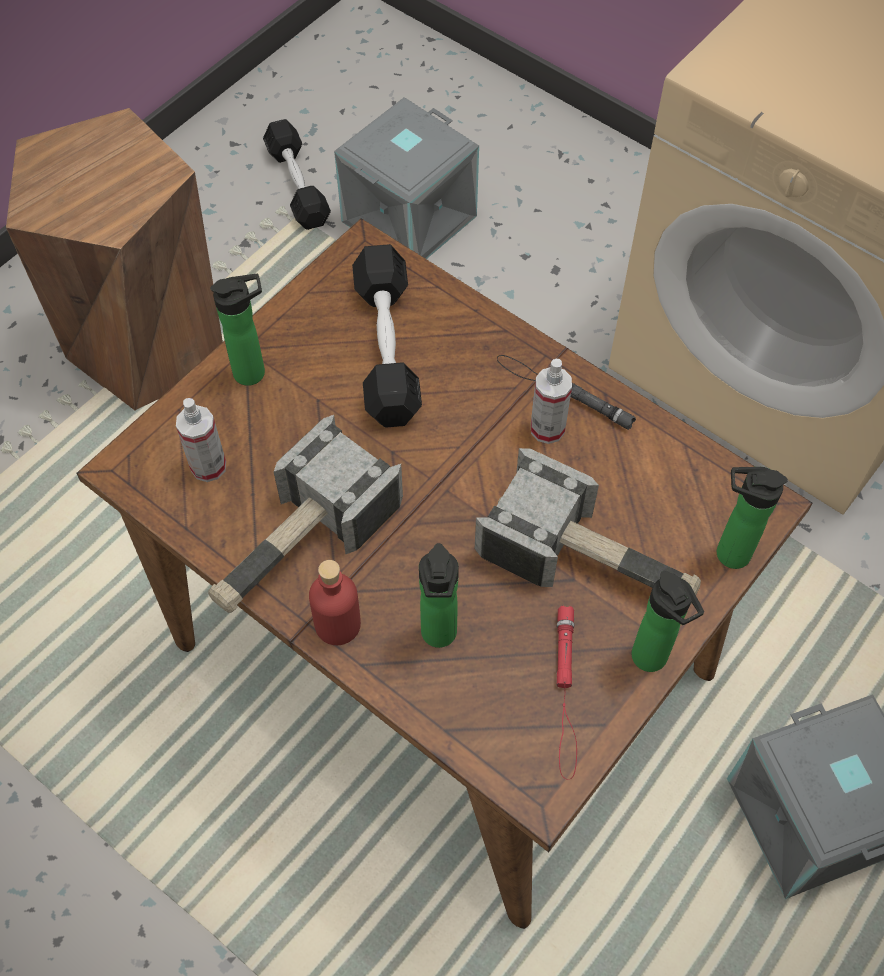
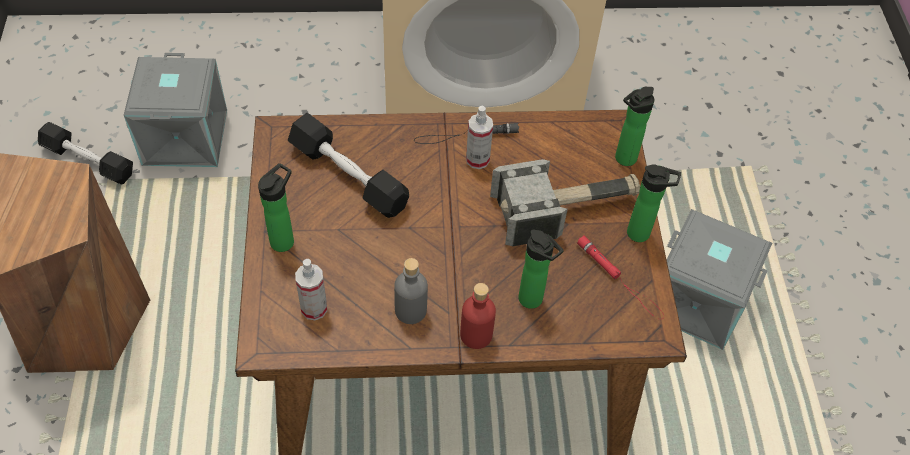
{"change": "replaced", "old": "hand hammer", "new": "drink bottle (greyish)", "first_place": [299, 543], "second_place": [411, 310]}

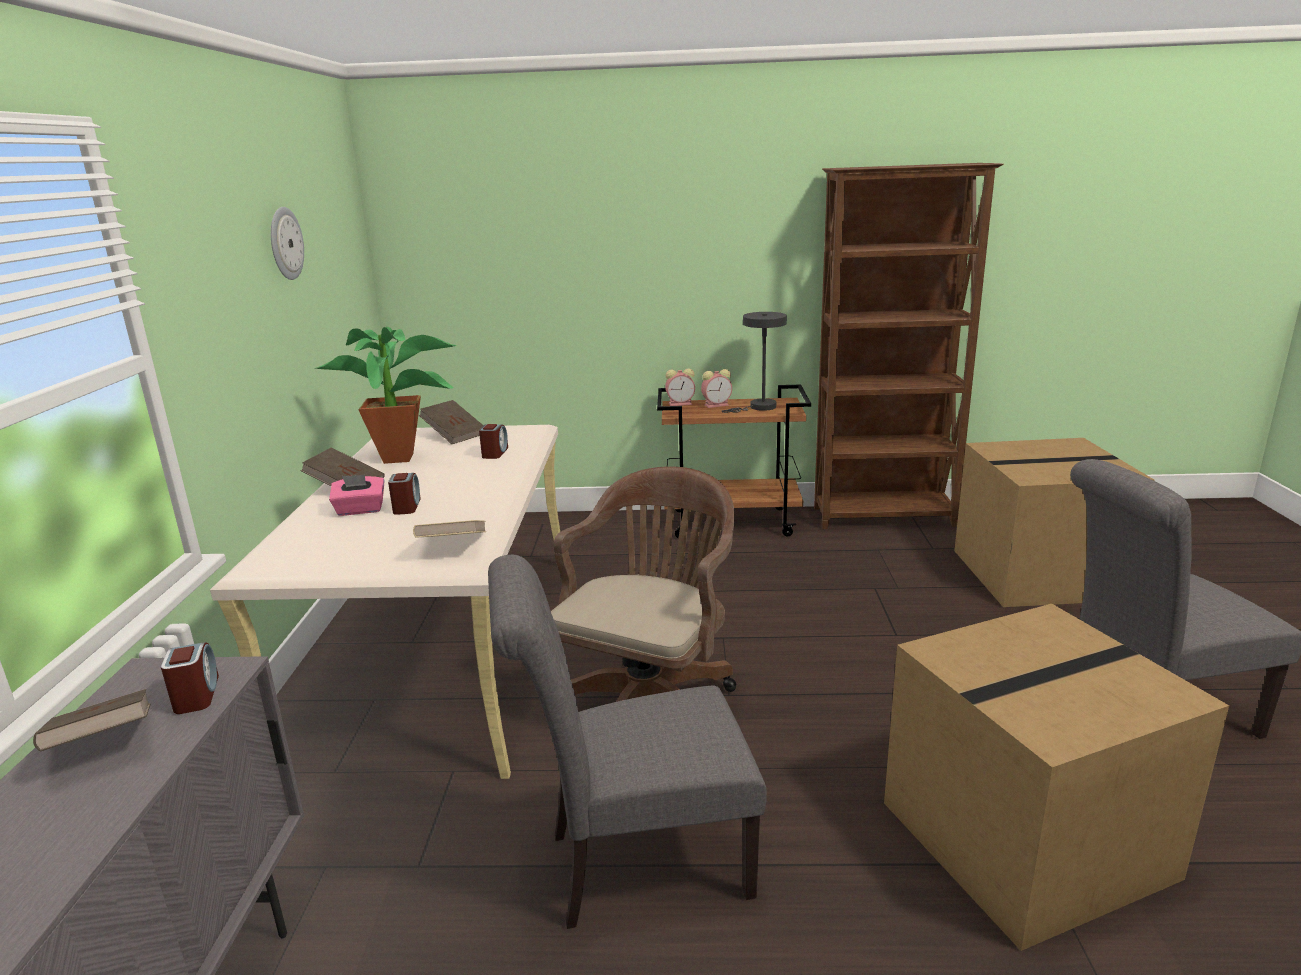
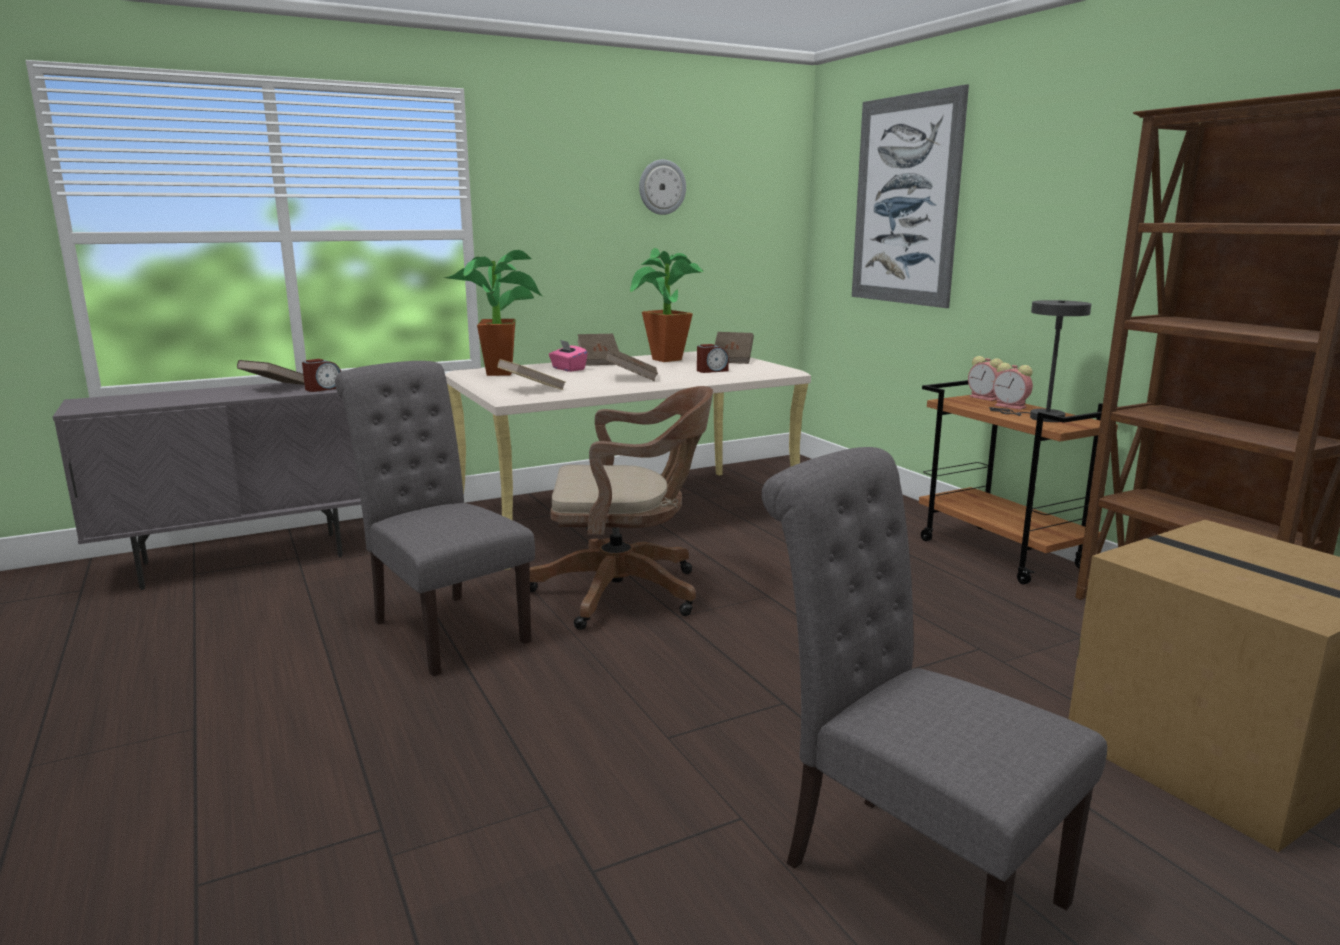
{"change": "removed", "old": "alarm clock", "first_place": [407, 506]}
{"change": "removed", "old": "cardboard box", "first_place": [1024, 842]}
{"change": "added", "new": "plant in a pot", "second_place": [503, 372]}
{"change": "added", "new": "bound book (brown)", "second_place": [632, 378]}
{"change": "added", "new": "picture", "second_place": [905, 201]}

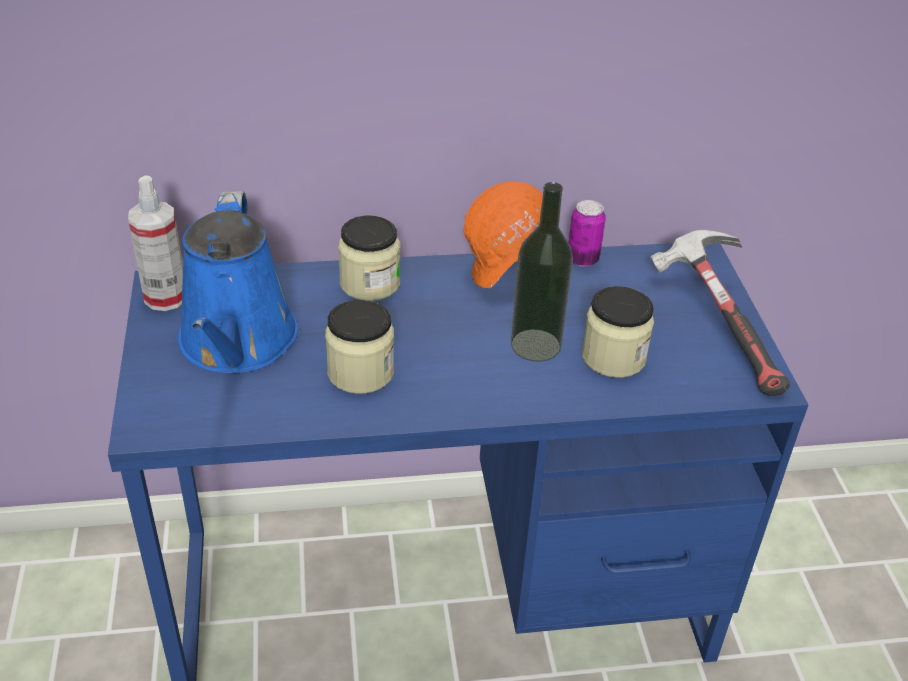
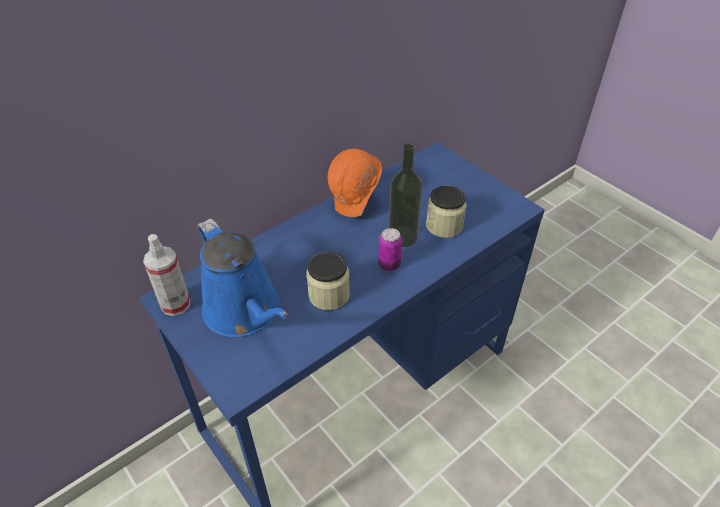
{"change": "removed", "old": "jar", "first_place": [370, 283]}
{"change": "removed", "old": "hand hammer", "first_place": [720, 325]}
{"change": "moved", "old": "metal can", "first_place": [582, 259], "second_place": [389, 265]}

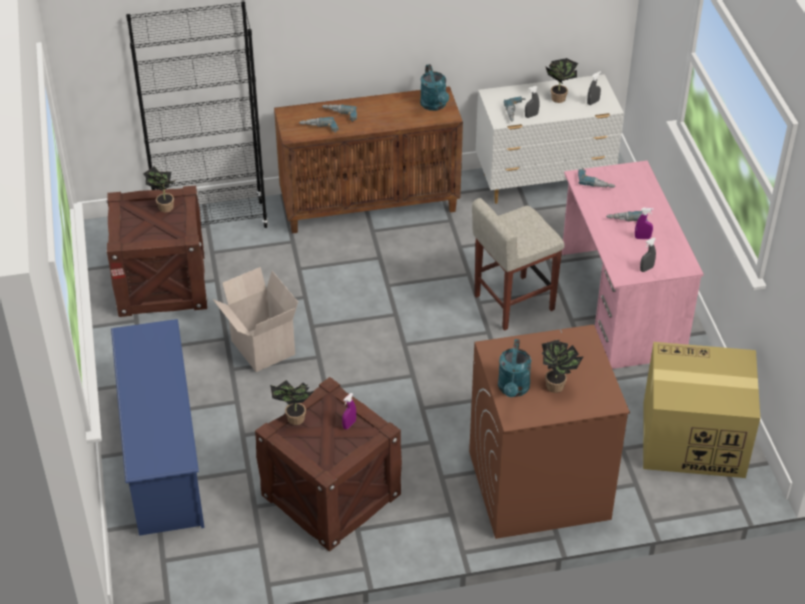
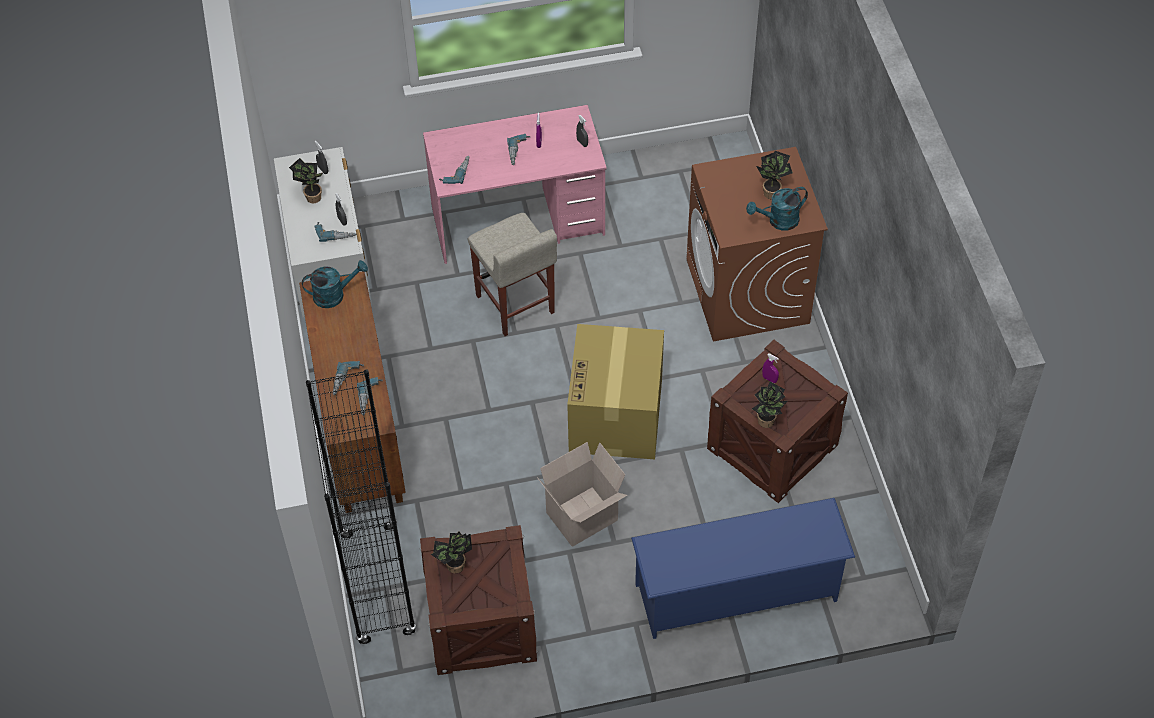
{"change": "moved", "old": "cardboard box", "first_place": [691, 439], "second_place": [616, 417]}
{"change": "turned", "old": "watering pot (turquoise-coloured)", "first_place": [513, 389], "second_place": [778, 221], "degrees": 150}

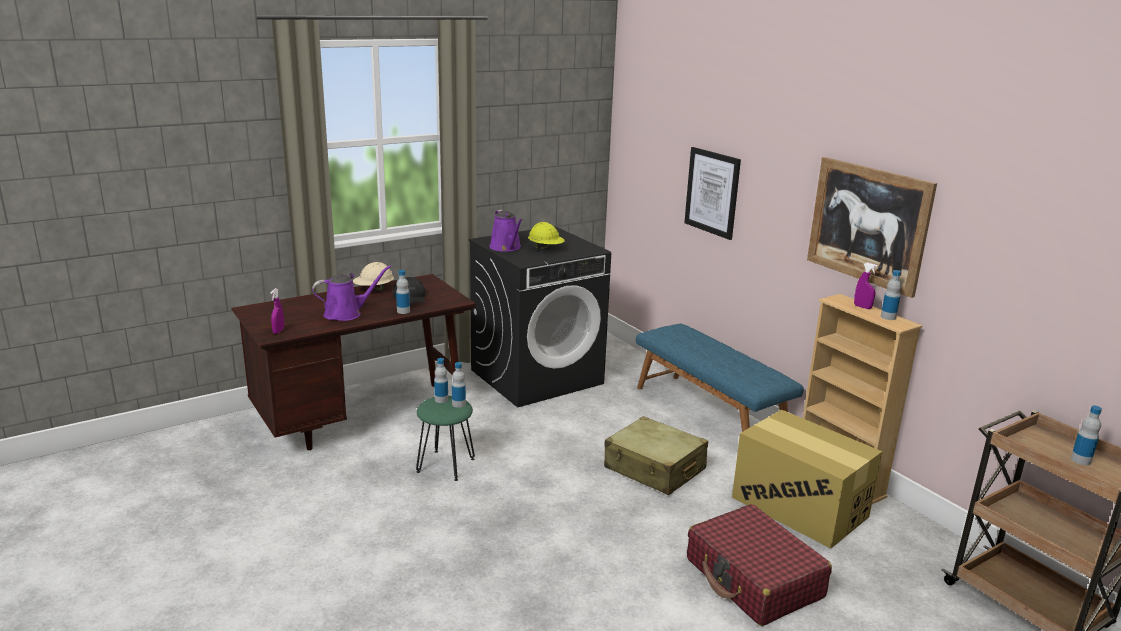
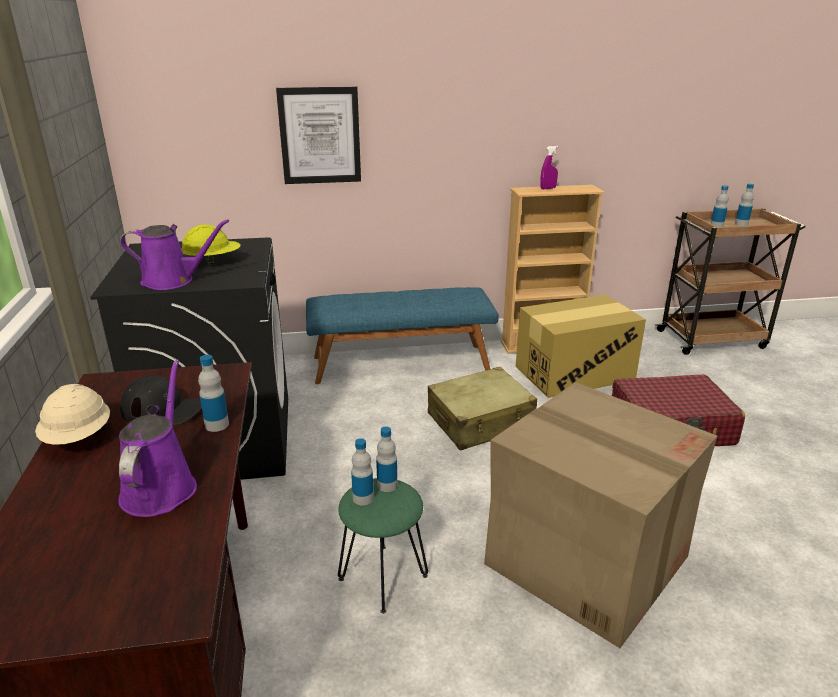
{"change": "removed", "old": "sprayer (purple)", "first_place": [278, 331]}
{"change": "removed", "old": "picture", "first_place": [868, 224]}
{"change": "added", "new": "cardboard box", "second_place": [585, 559]}
{"change": "moved", "old": "drink bottle", "first_place": [888, 317], "second_place": [716, 226]}

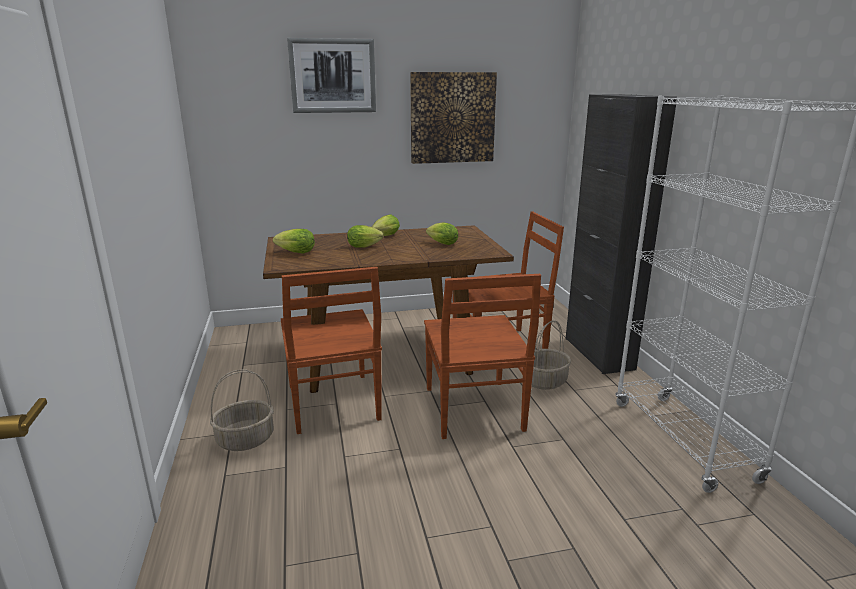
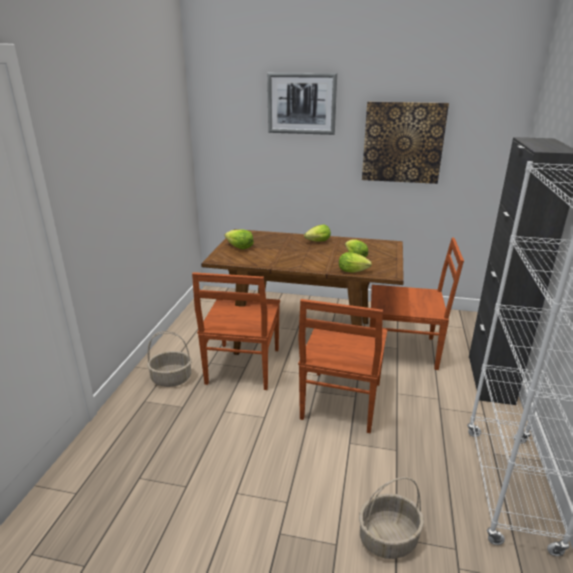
{"change": "moved", "old": "lettuce head", "first_place": [366, 246], "second_place": [354, 271]}
{"change": "moved", "old": "household basket", "first_place": [545, 381], "second_place": [388, 539]}

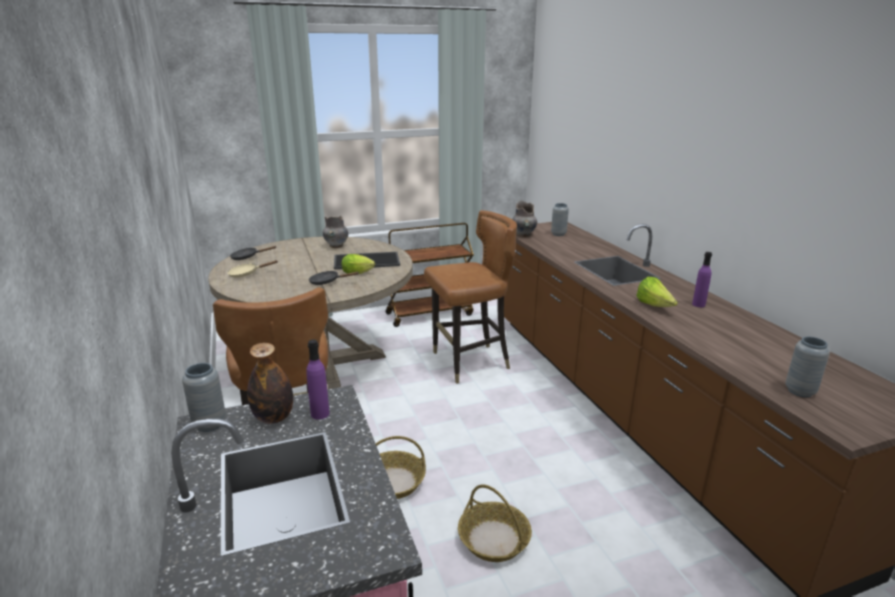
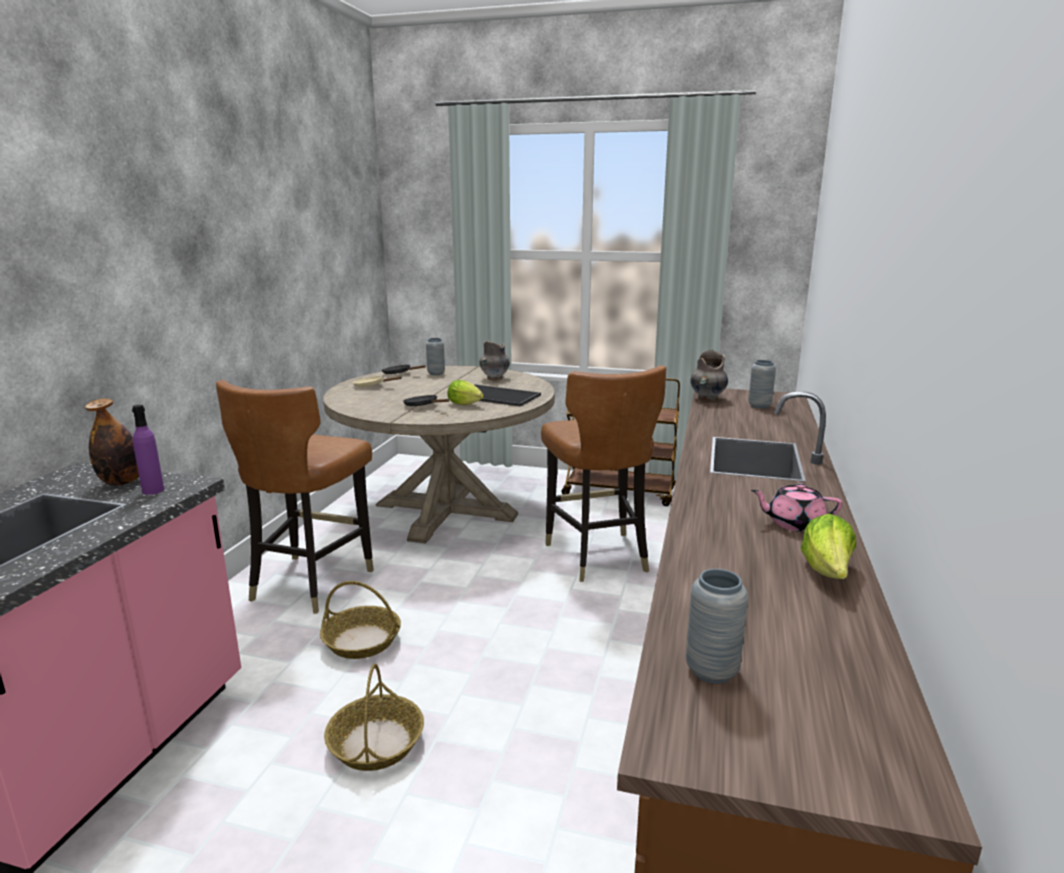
{"change": "moved", "old": "decorative vase (greyish)", "first_place": [209, 424], "second_place": [436, 373]}
{"change": "moved", "old": "lettuce head", "first_place": [654, 306], "second_place": [827, 572]}
{"change": "replaced", "old": "drink bottle (purple)", "new": "tea pot (pink)", "first_place": [698, 304], "second_place": [794, 523]}
{"change": "turned", "old": "upright chair (brown)", "first_place": [470, 362], "second_place": [597, 555], "degrees": 60}

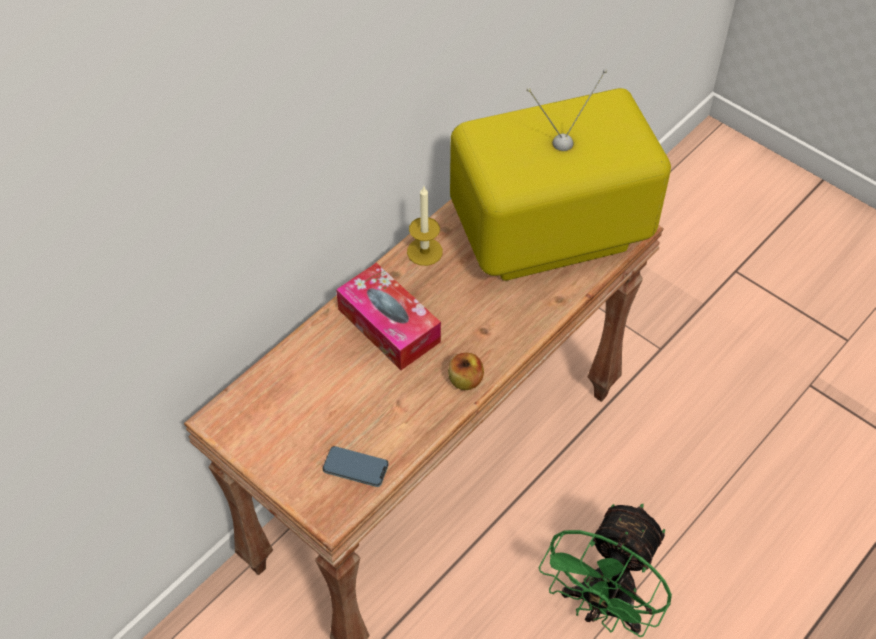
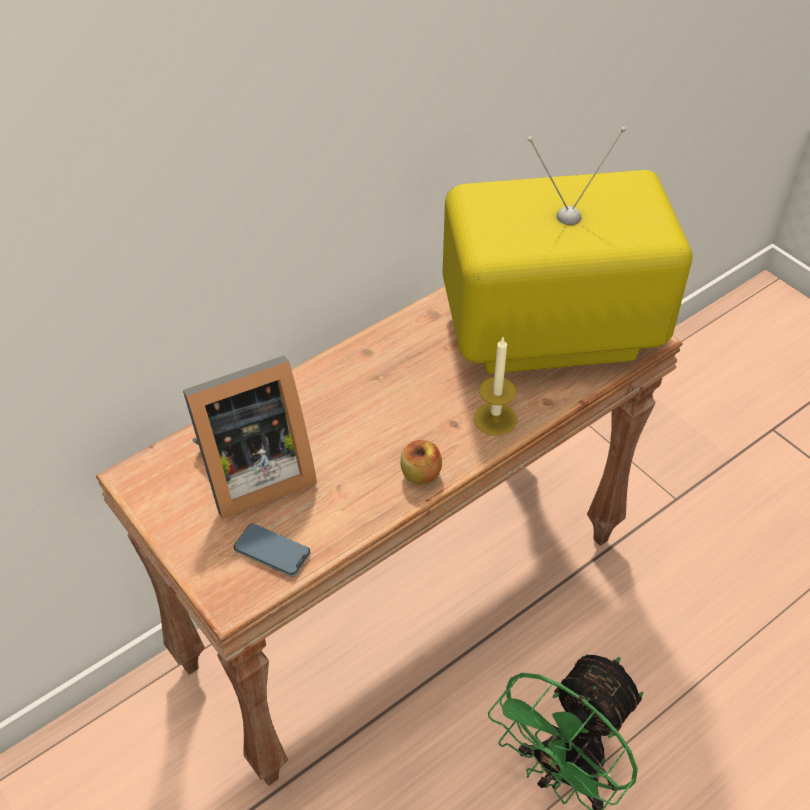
{"change": "removed", "old": "tissue holder", "first_place": [389, 325]}
{"change": "added", "new": "photo frame", "second_place": [251, 474]}
{"change": "moved", "old": "candle", "first_place": [424, 251], "second_place": [495, 419]}

